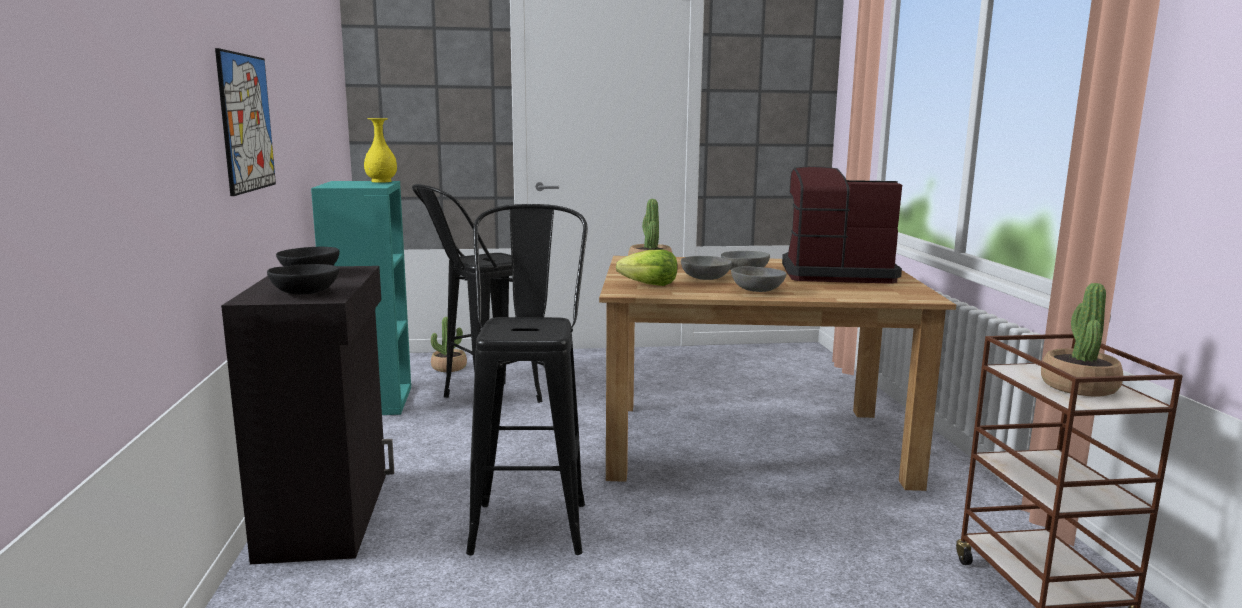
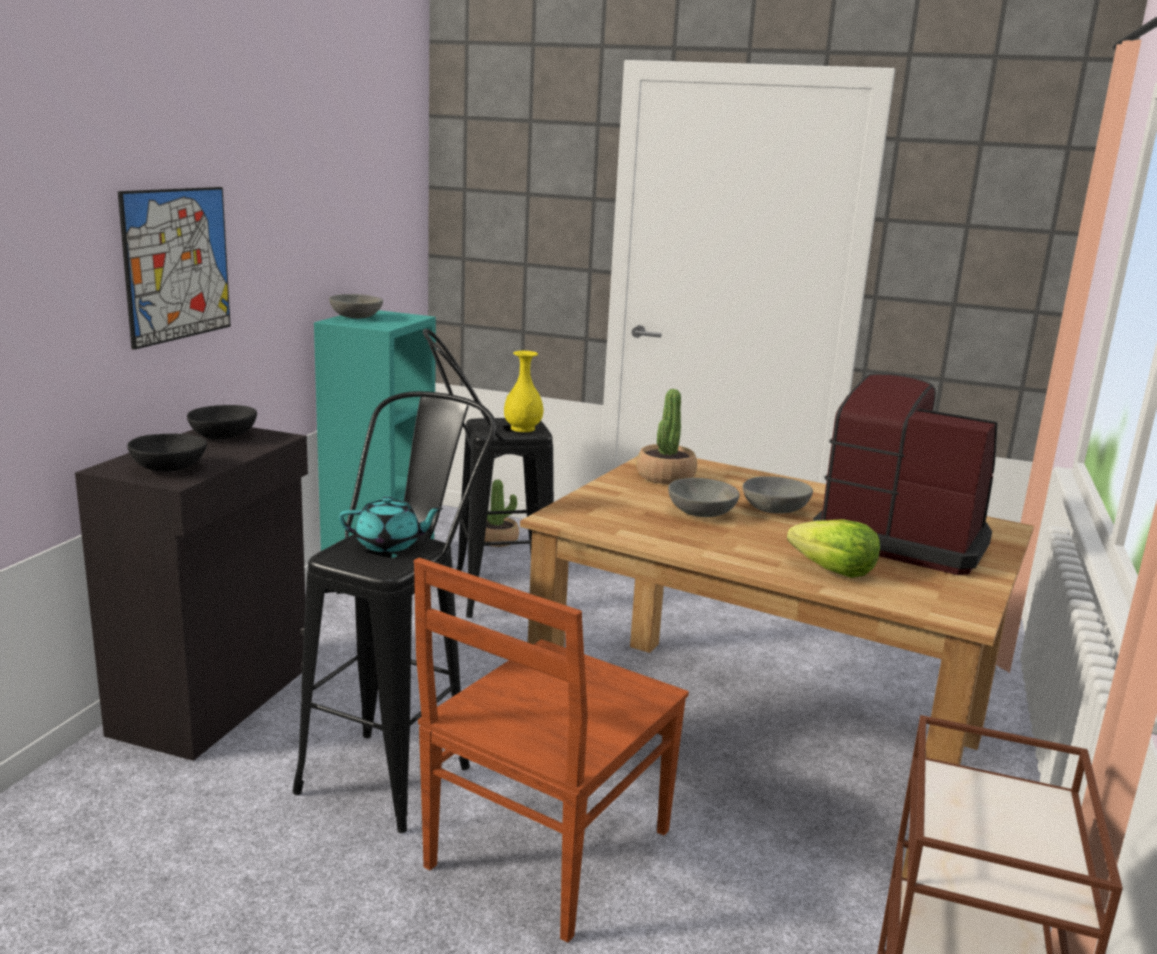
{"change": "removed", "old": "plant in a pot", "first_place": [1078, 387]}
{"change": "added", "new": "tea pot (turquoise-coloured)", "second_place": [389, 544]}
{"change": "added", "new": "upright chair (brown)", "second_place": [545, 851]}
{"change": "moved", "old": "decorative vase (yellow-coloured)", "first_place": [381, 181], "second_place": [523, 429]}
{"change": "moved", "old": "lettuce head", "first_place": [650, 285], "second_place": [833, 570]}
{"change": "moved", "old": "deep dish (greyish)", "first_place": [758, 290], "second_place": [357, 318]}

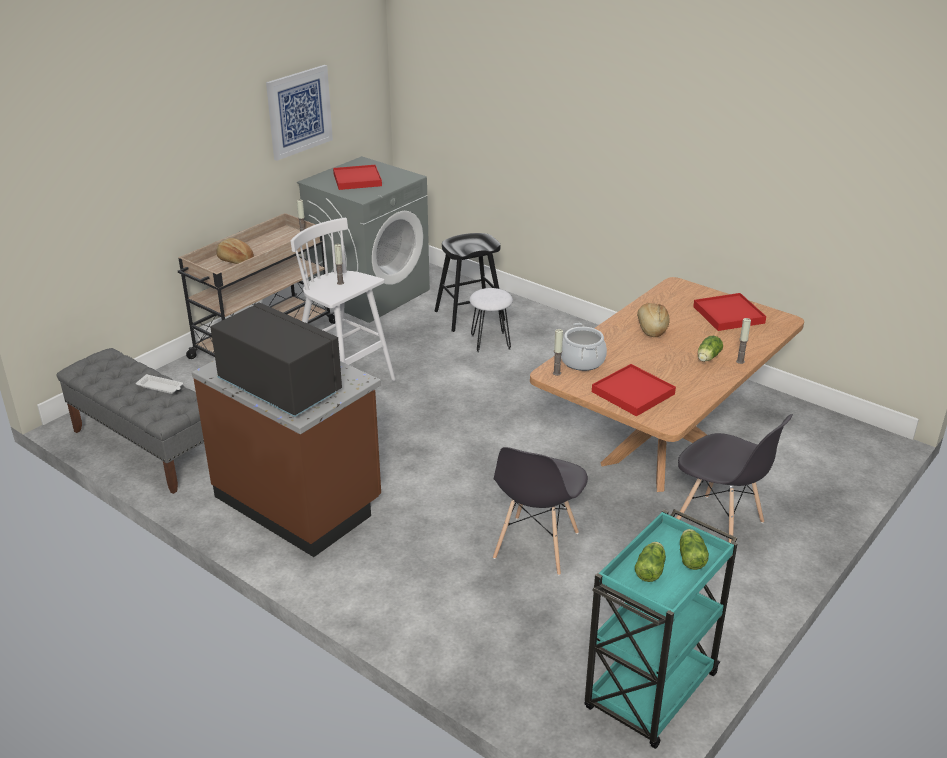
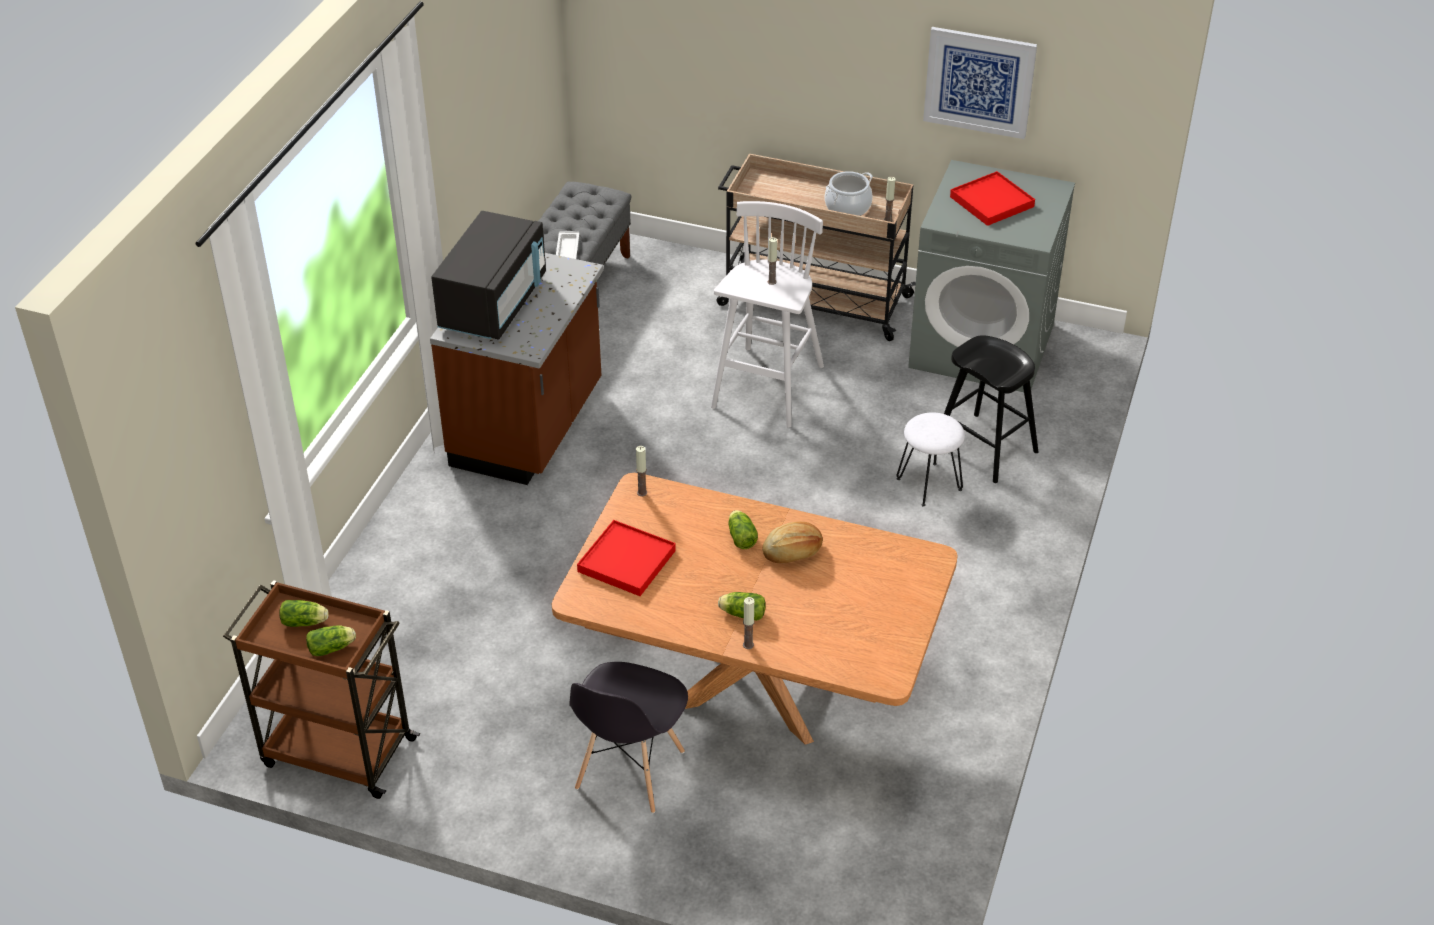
{"change": "removed", "old": "bakery bread", "first_place": [235, 260]}
{"change": "removed", "old": "upright chair (greyish)", "first_place": [536, 546]}
{"change": "removed", "old": "serving tray (red-coloured)", "first_place": [728, 315]}
{"change": "added", "new": "lettuce head", "second_place": [741, 536]}
{"change": "moved", "old": "cooking pot", "first_place": [582, 361], "second_place": [848, 207]}
{"change": "recoloured", "old": "trolley (turquoise-coloured)", "new": "trolley (brown)", "first_place": [650, 693], "second_place": [336, 751]}

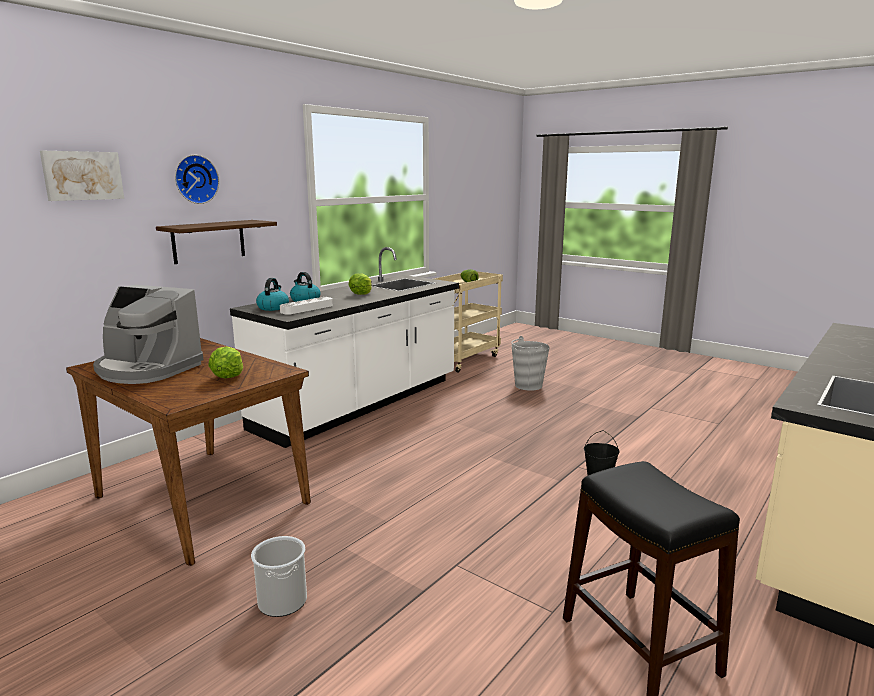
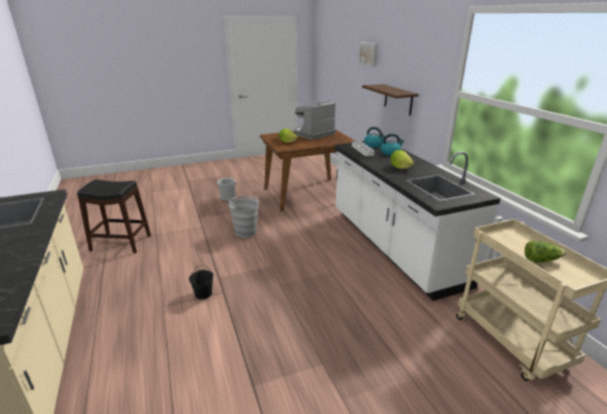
{"change": "removed", "old": "hanging clock", "first_place": [195, 179]}
{"change": "moved", "old": "bucket (greyish)", "first_place": [528, 385], "second_place": [246, 232]}

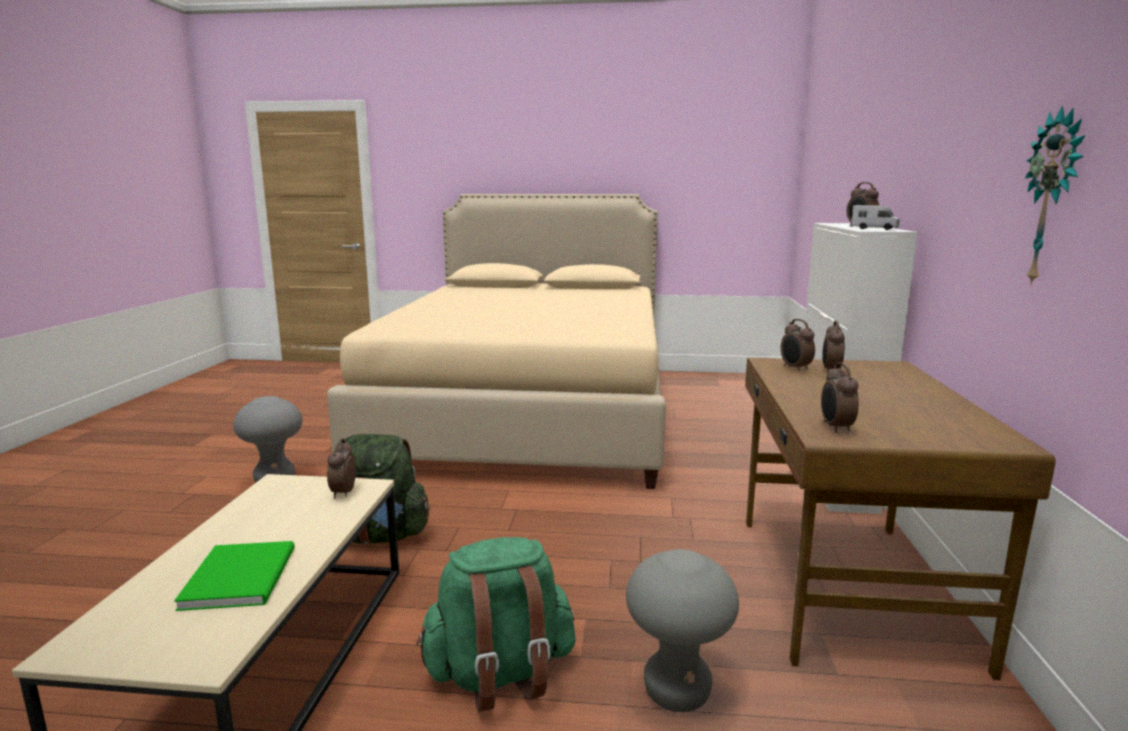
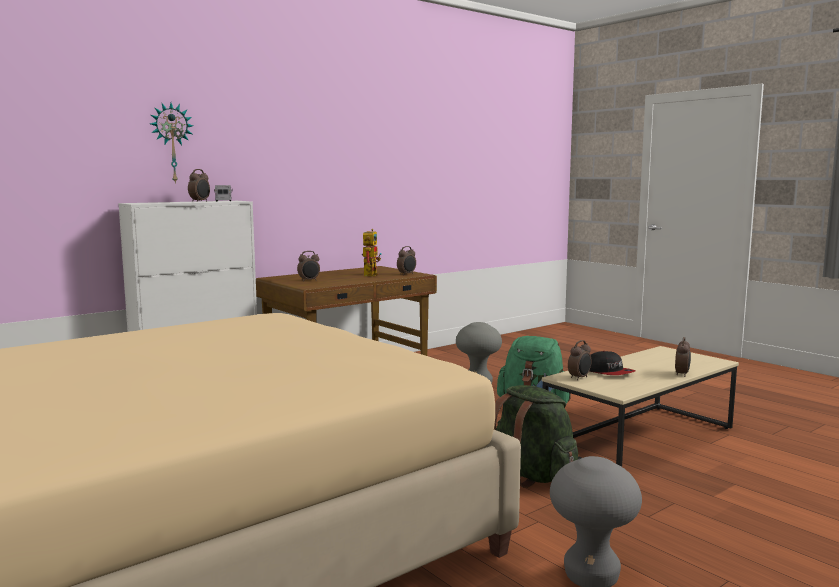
{"change": "removed", "old": "bound book (green-coloured)", "first_place": [243, 576]}
{"change": "added", "new": "robot figure", "second_place": [370, 274]}
{"change": "added", "new": "peaked cap", "second_place": [609, 372]}
{"change": "moved", "old": "alarm clock", "first_place": [795, 368], "second_place": [682, 374]}
{"change": "moved", "old": "hanging clock", "first_place": [1054, 198], "second_place": [171, 143]}

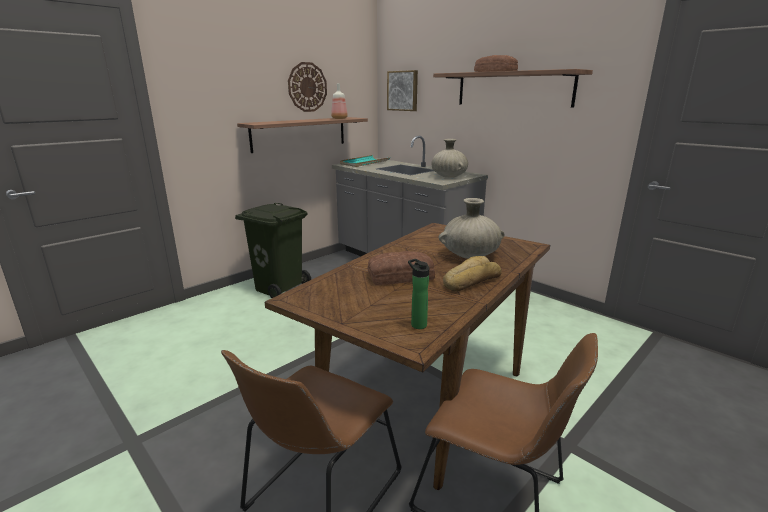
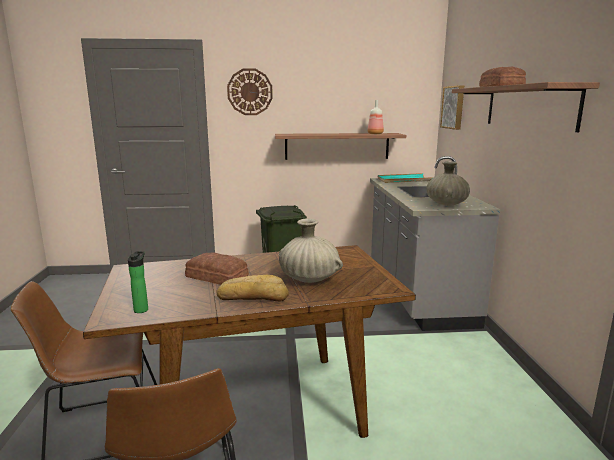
{"change": "moved", "old": "hanging clock", "first_place": [307, 87], "second_place": [250, 92]}

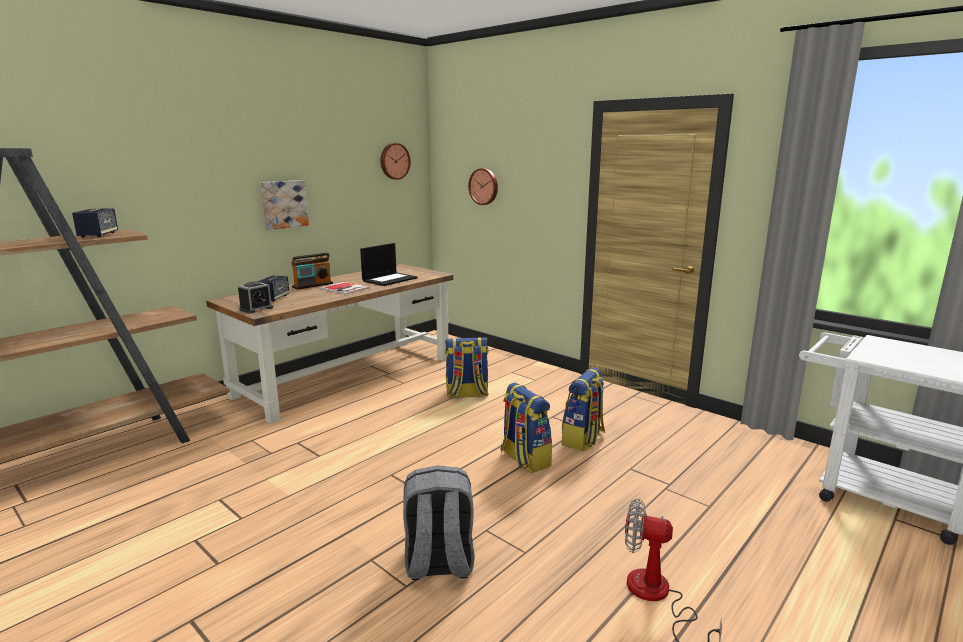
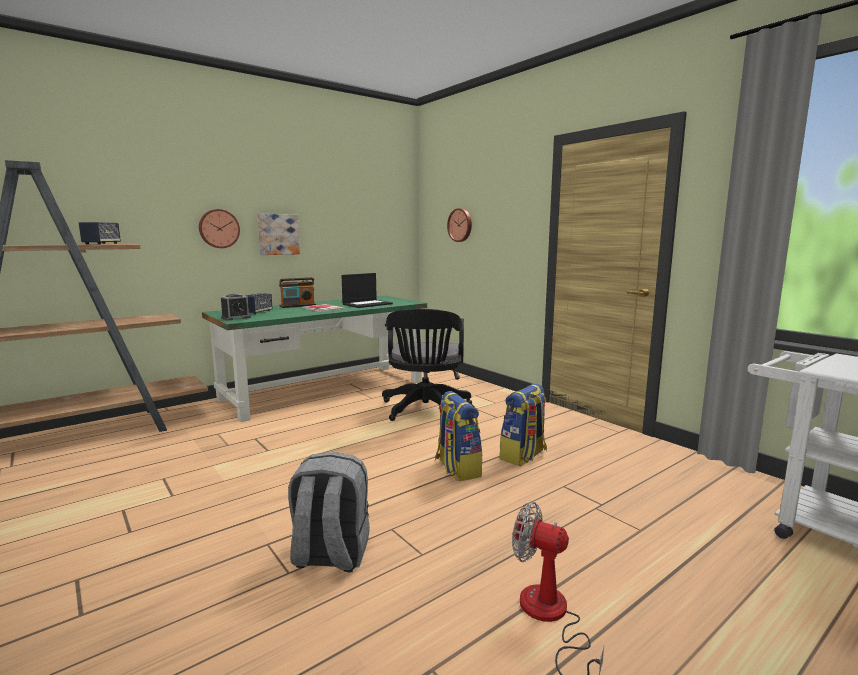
{"change": "moved", "old": "hanging clock", "first_place": [394, 161], "second_place": [219, 228]}
{"change": "replaced", "old": "rucksack", "new": "office chair (blackish)", "first_place": [466, 394], "second_place": [425, 410]}
{"change": "recoloured", "old": "desk unit (brown)", "new": "desk unit (green-coloured)", "first_place": [347, 376], "second_place": [325, 390]}

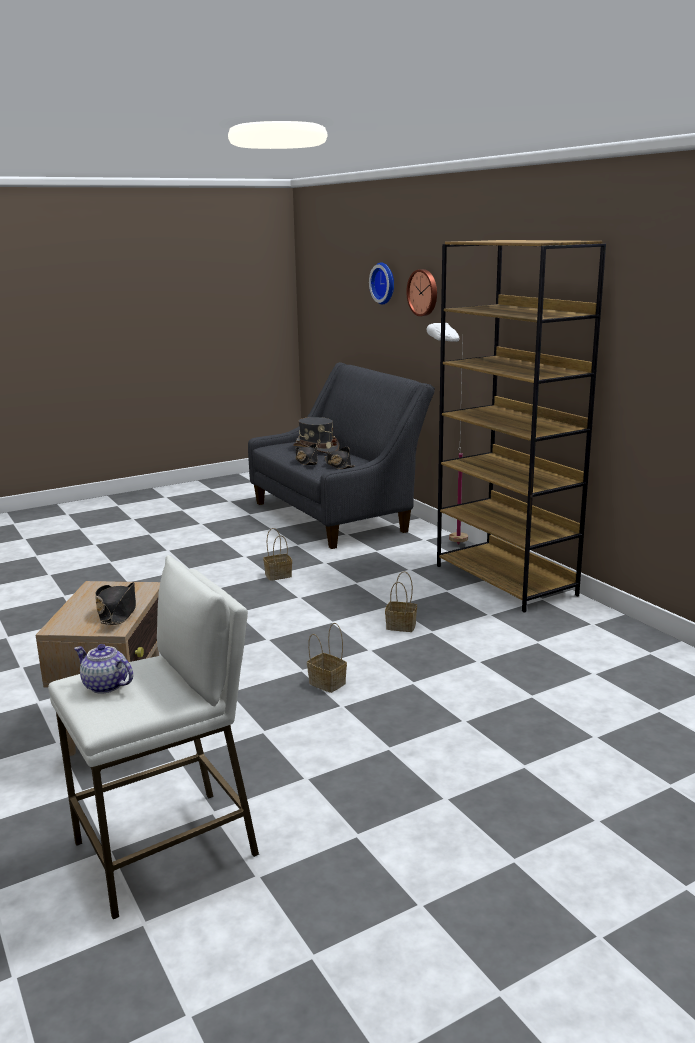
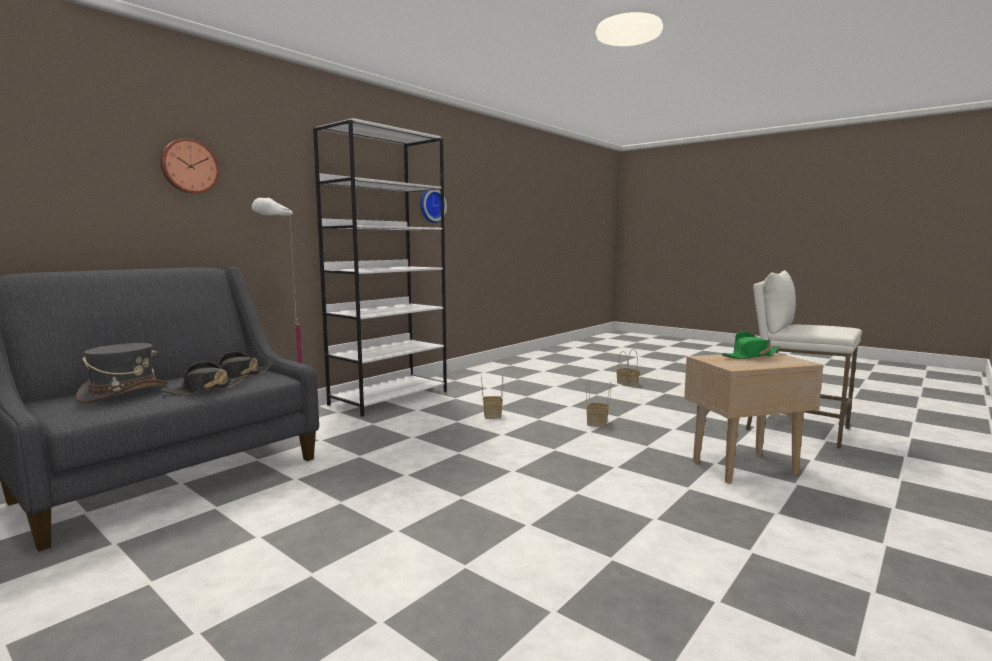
{"change": "removed", "old": "tea pot", "first_place": [105, 685]}
{"change": "moved", "old": "household basket", "first_place": [279, 575], "second_place": [626, 383]}
{"change": "moved", "old": "hanging clock", "first_place": [384, 283], "second_place": [431, 205]}
{"change": "recoloured", "old": "clothing hat (blackish)", "new": "clothing hat (green-coloured)", "first_place": [118, 612], "second_place": [750, 356]}
{"change": "recoloured", "old": "shelving unit (brown)", "new": "shelving unit (whitish)", "first_place": [506, 580], "second_place": [389, 398]}

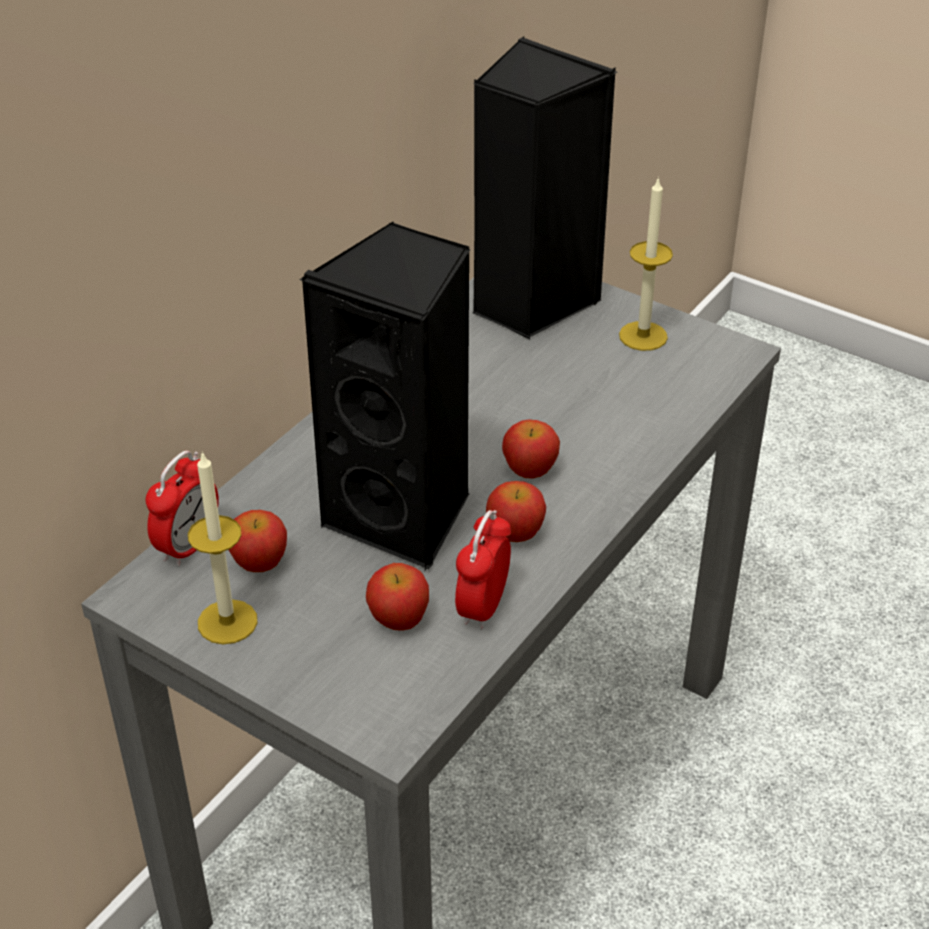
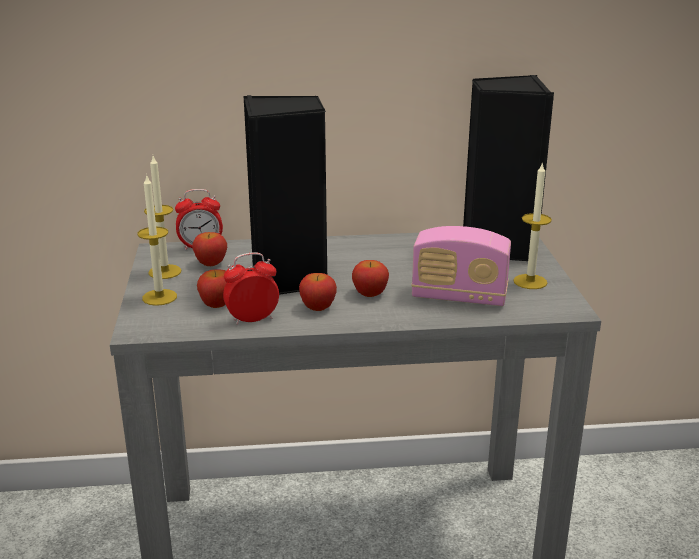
{"change": "added", "new": "candle", "second_place": [159, 297]}
{"change": "added", "new": "radio", "second_place": [459, 297]}

